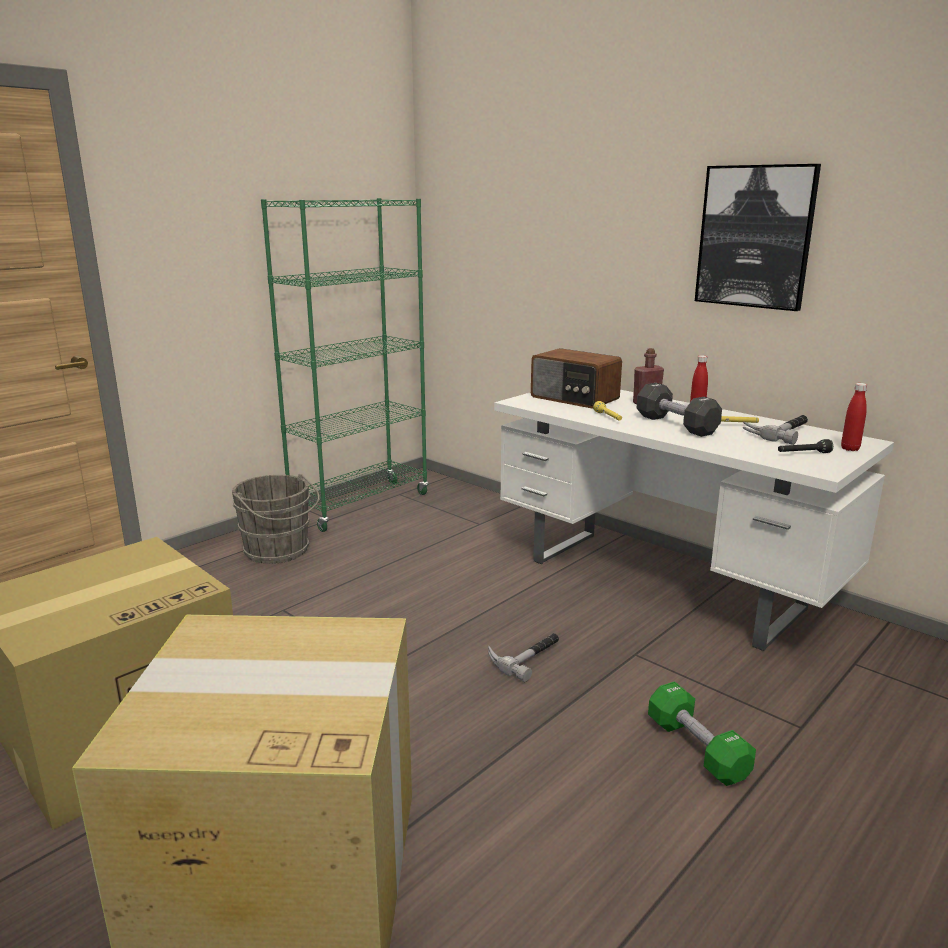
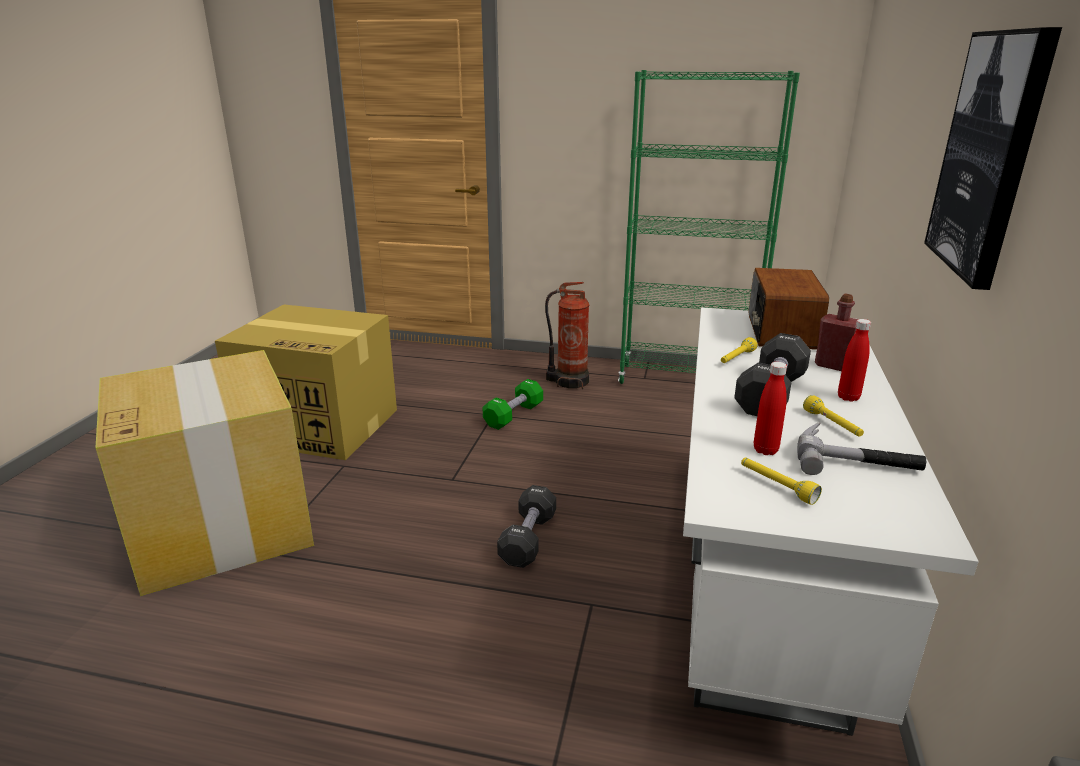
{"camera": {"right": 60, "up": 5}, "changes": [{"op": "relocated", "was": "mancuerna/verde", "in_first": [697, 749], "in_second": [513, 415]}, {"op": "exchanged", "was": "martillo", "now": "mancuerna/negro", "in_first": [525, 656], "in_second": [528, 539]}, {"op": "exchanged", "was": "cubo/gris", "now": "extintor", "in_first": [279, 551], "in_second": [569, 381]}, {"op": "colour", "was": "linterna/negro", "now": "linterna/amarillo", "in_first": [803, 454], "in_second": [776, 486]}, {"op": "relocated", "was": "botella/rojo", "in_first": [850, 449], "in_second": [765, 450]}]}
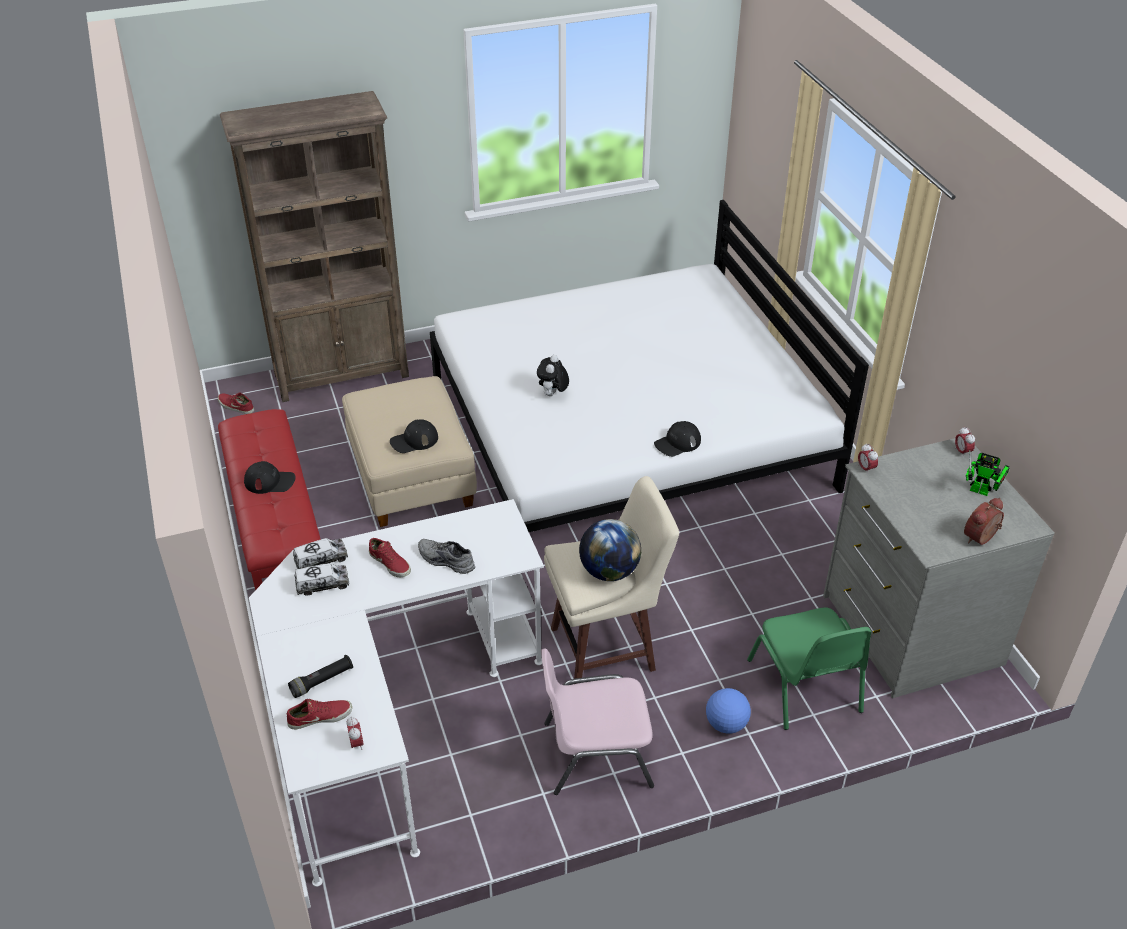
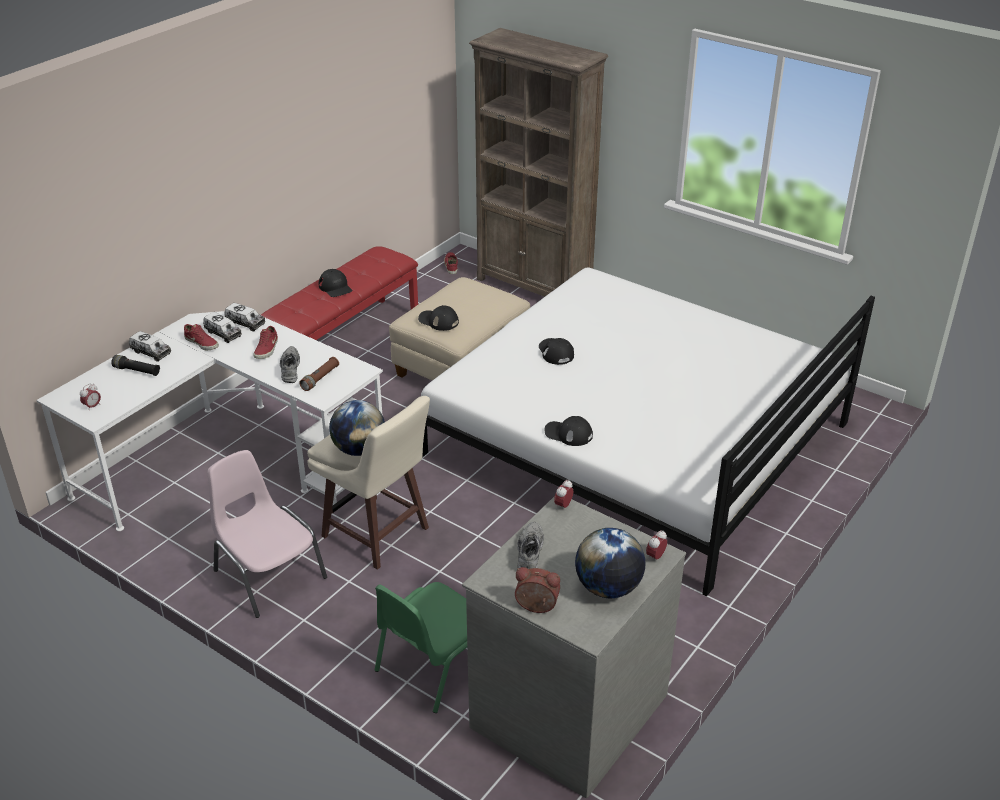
{"camera": {"right": 55, "up": -5}, "changes": [{"op": "appeared", "now": "camión de juguete", "in_second": [151, 352]}, {"op": "relocated", "was": "zapato/rojo", "in_first": [320, 716], "in_second": [202, 343]}, {"op": "appeared", "now": "linterna/marrón", "in_second": [320, 379]}, {"op": "appeared", "now": "zapato/gris", "in_second": [528, 553]}, {"op": "exchanged", "was": "peluche", "now": "gorra/negro", "in_first": [552, 395], "in_second": [555, 352]}, {"op": "exchanged", "was": "robot de juguete", "now": "globo terráqueo", "in_first": [982, 491], "in_second": [608, 588]}, {"op": "missing", "was": "balón de fútbol", "in_first": [726, 724]}]}
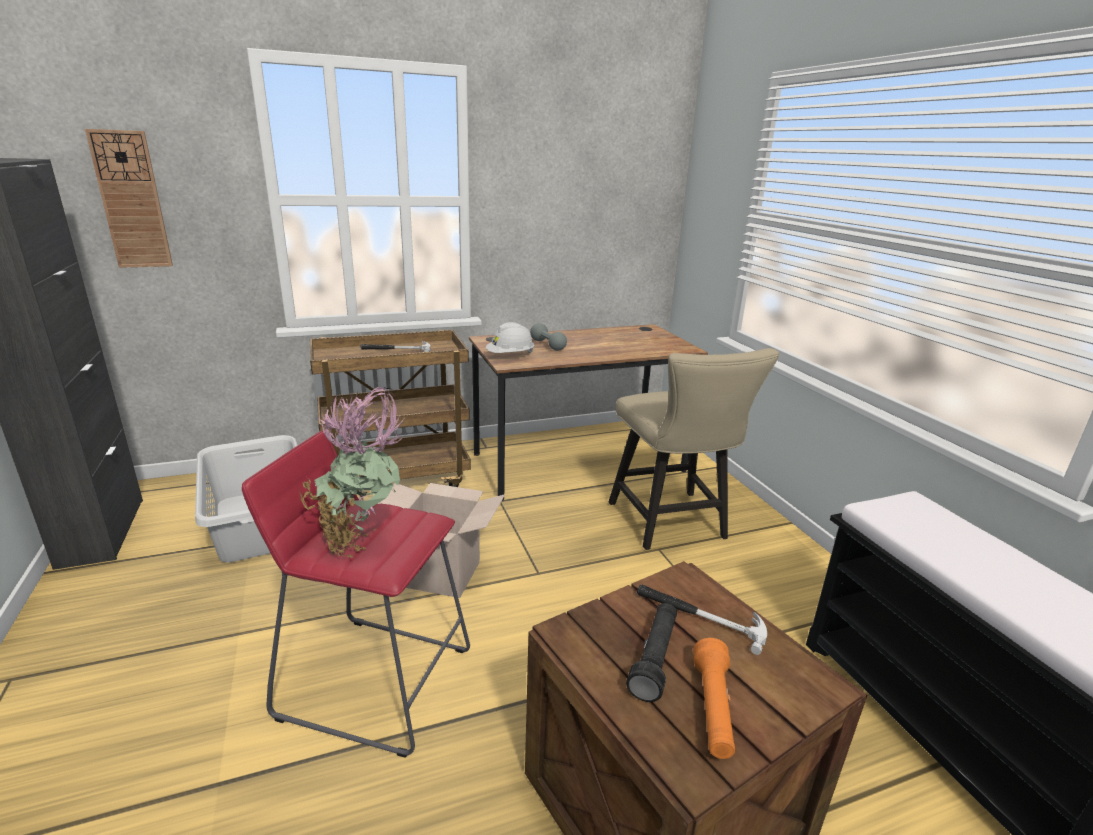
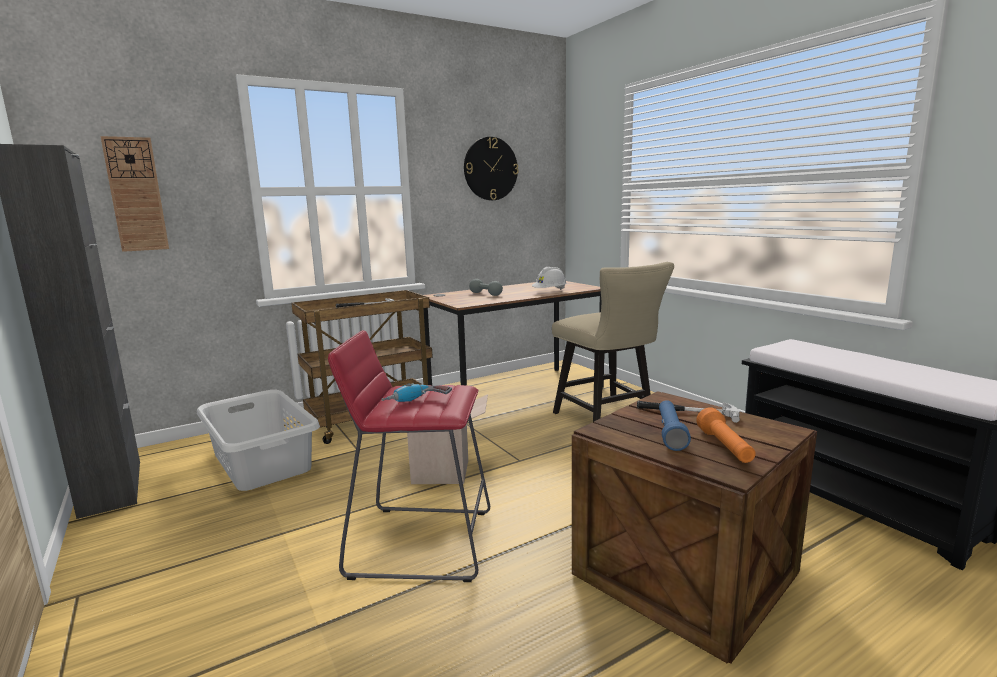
{"camera": {"right": -10, "up": -10}, "changes": [{"op": "exchanged", "was": "planta en maceta", "now": "taladro", "in_first": [362, 541], "in_second": [417, 402]}, {"op": "appeared", "now": "reloj de pared", "in_second": [490, 169]}, {"op": "relocated", "was": "casco/blanco", "in_first": [510, 356], "in_second": [550, 292]}, {"op": "colour", "was": "linterna/negro", "now": "linterna/azul", "in_first": [654, 659], "in_second": [670, 433]}]}
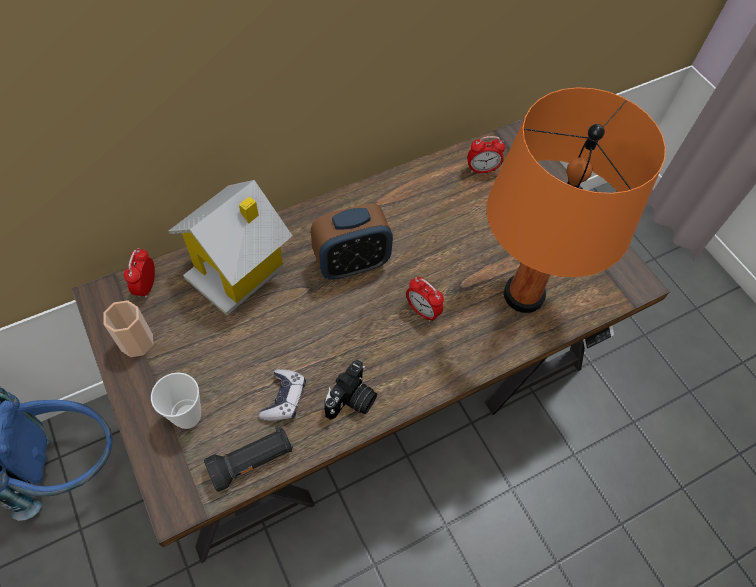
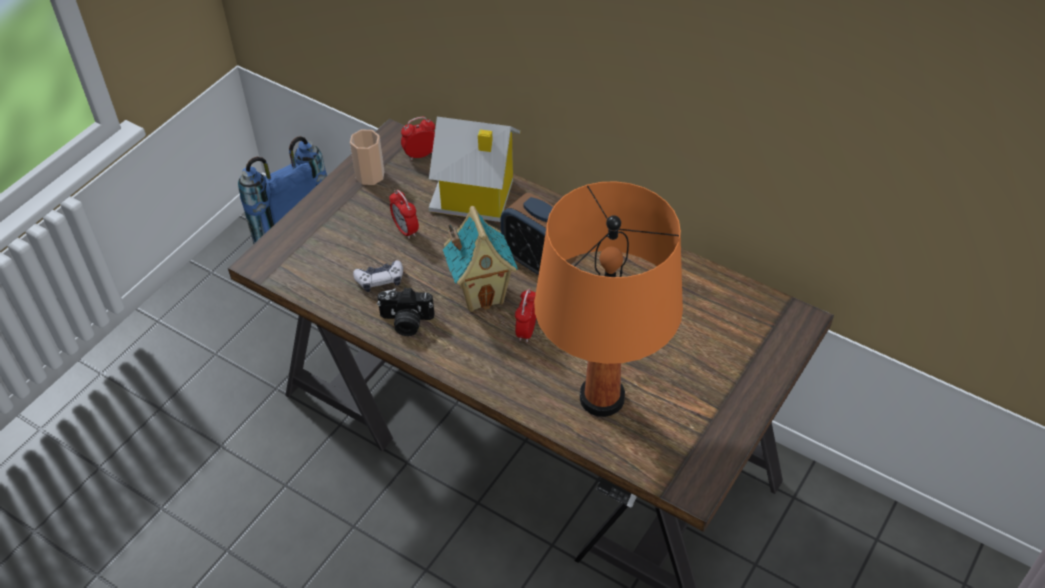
{"camera": {"right": 65, "up": -10}, "changes": [{"op": "relocated", "was": "despertador", "in_first": [482, 169], "in_second": [405, 230]}, {"op": "appeared", "now": "casita", "in_second": [482, 294]}, {"op": "missing", "was": "taza", "in_first": [187, 416]}, {"op": "missing", "was": "linterna/negro", "in_first": [252, 462]}]}
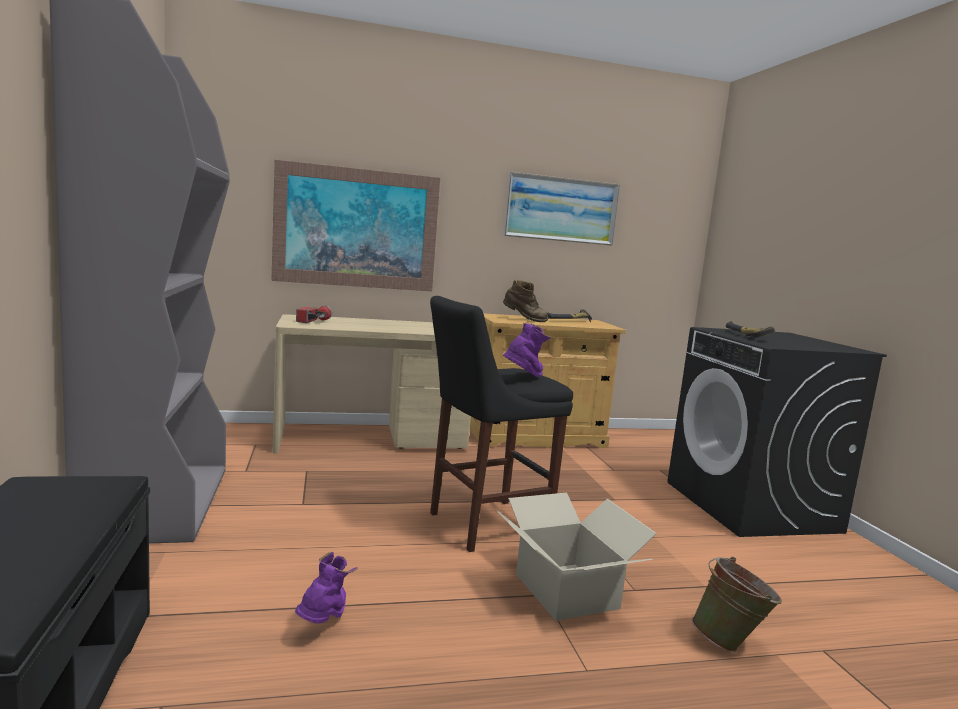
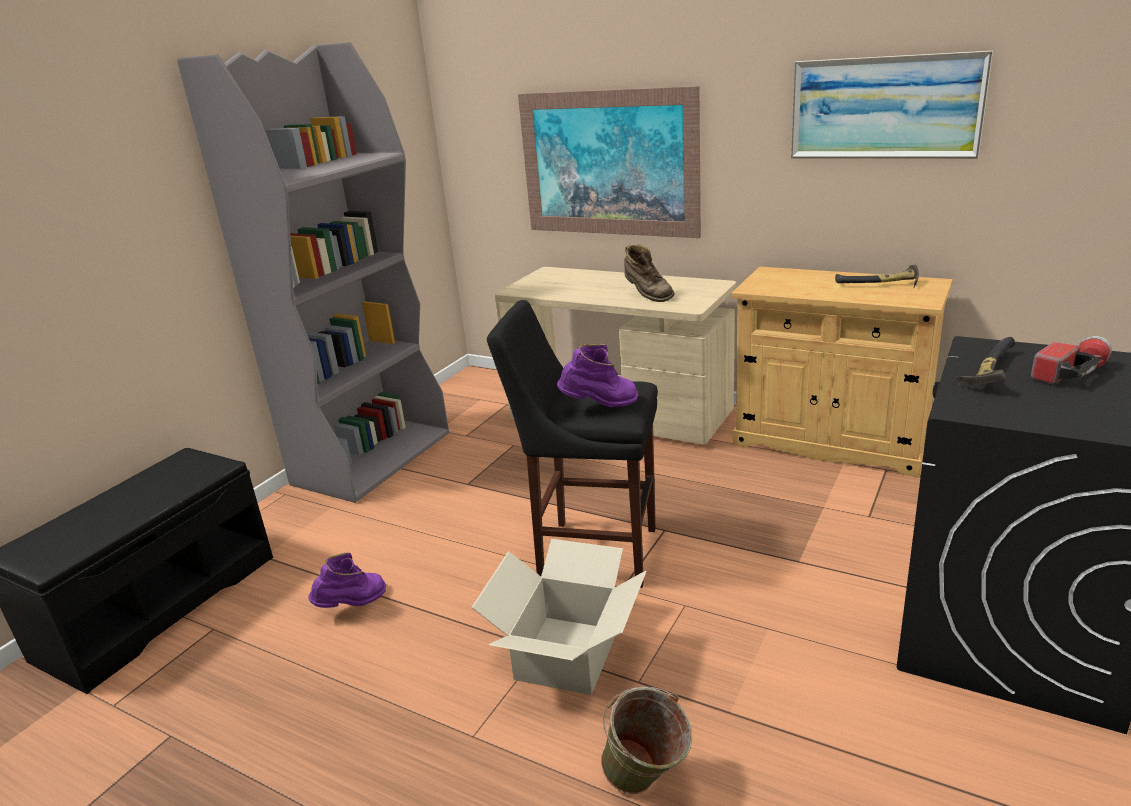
{"camera": {"right": 45, "up": 15}, "changes": [{"op": "relocated", "was": "bota/marrón", "in_first": [524, 320], "in_second": [647, 296]}, {"op": "relocated", "was": "linterna", "in_first": [314, 321], "in_second": [1070, 373]}]}
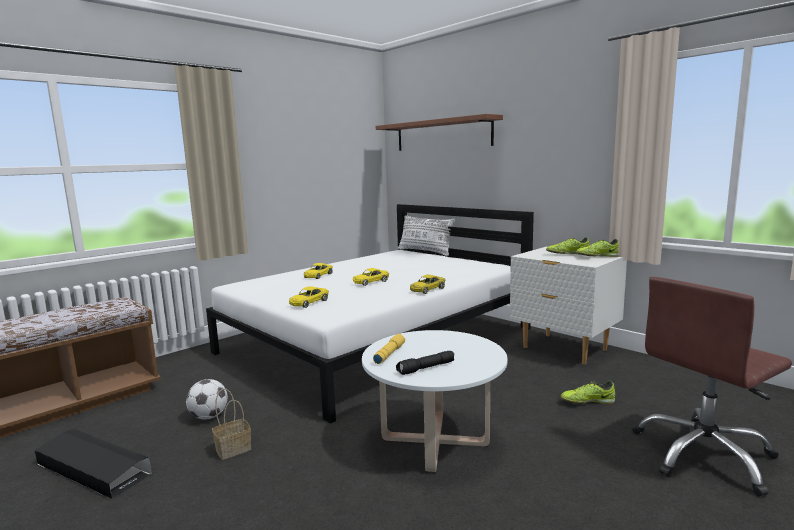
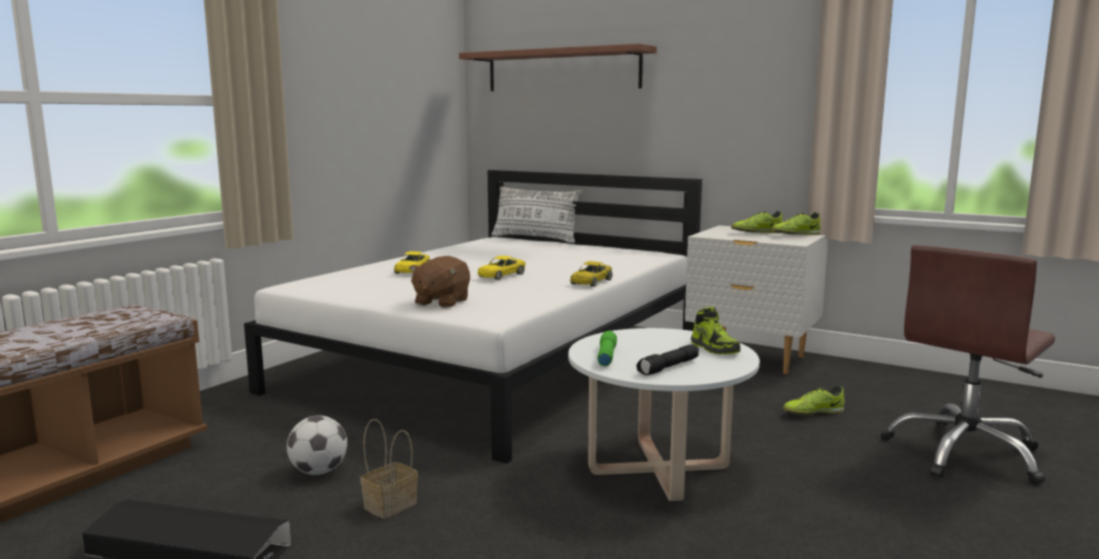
{"camera": {"right": -15, "up": 0}, "changes": [{"op": "exchanged", "was": "coche de juguete/amarillo", "now": "peluche/marrón", "in_first": [309, 302], "in_second": [441, 302]}, {"op": "colour", "was": "linterna/amarillo", "now": "linterna/verde", "in_first": [389, 354], "in_second": [606, 356]}, {"op": "appeared", "now": "zapato", "in_second": [714, 348]}]}
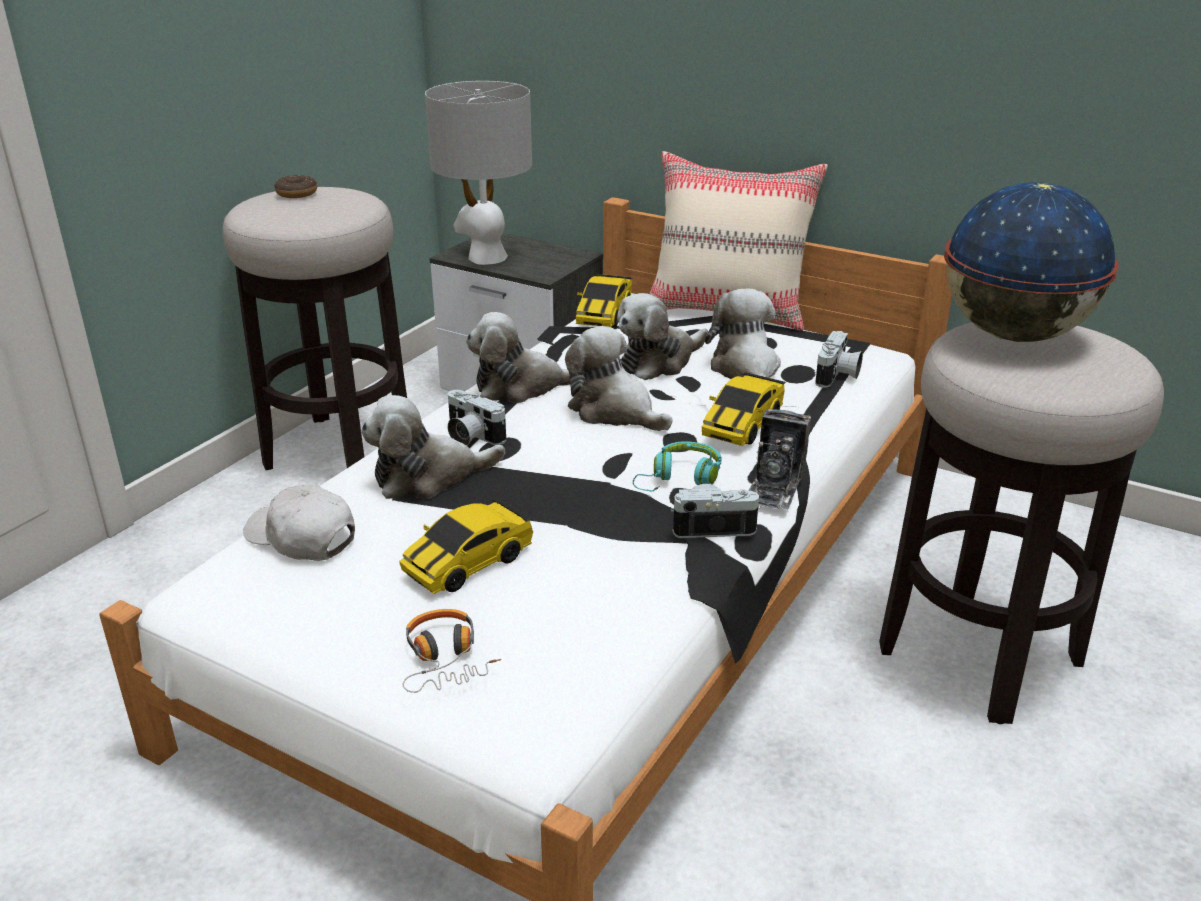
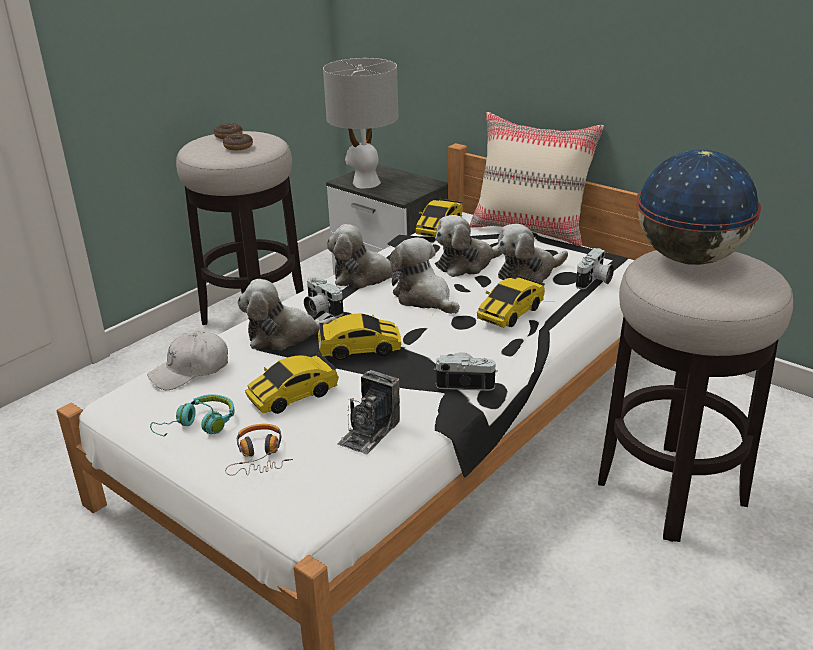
{"camera": {"right": 10, "up": 0}, "changes": [{"op": "spun", "was": "gorra/blanco", "in_first": [301, 538], "in_second": [190, 371], "clockwise": -75}, {"op": "relocated", "was": "auriculares/turquesa", "in_first": [680, 479], "in_second": [199, 426]}, {"op": "appeared", "now": "rosquilla", "in_second": [238, 146]}, {"op": "appeared", "now": "coche de juguete", "in_second": [360, 348]}, {"op": "relocated", "was": "cámara", "in_first": [774, 486], "in_second": [369, 432]}, {"op": "spun", "was": "peluche", "in_first": [746, 370], "in_second": [528, 274], "clockwise": -120}]}
